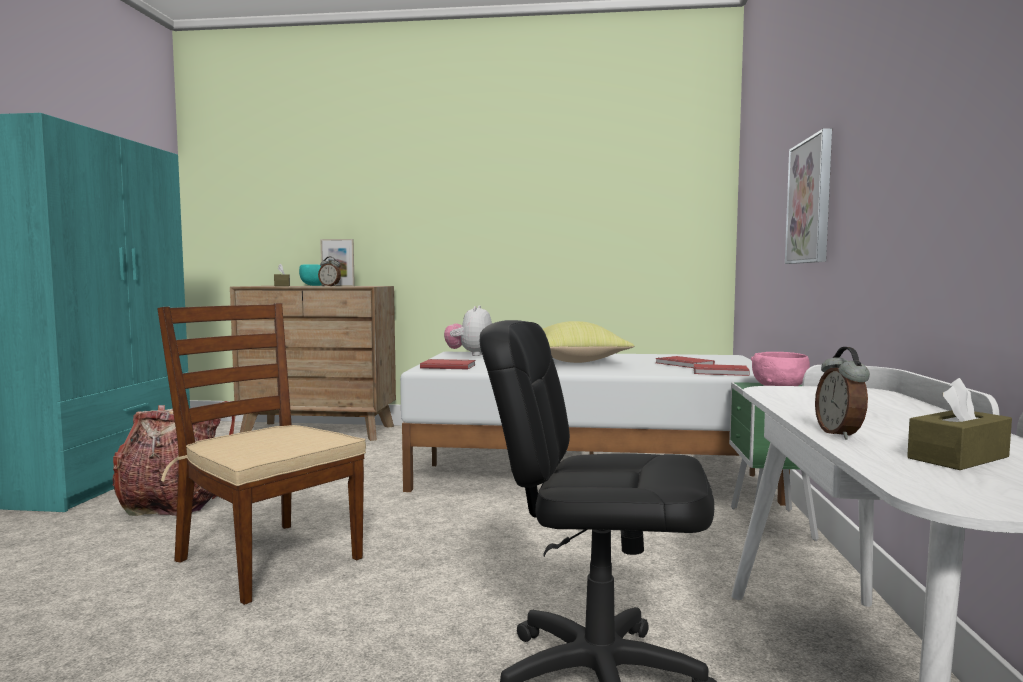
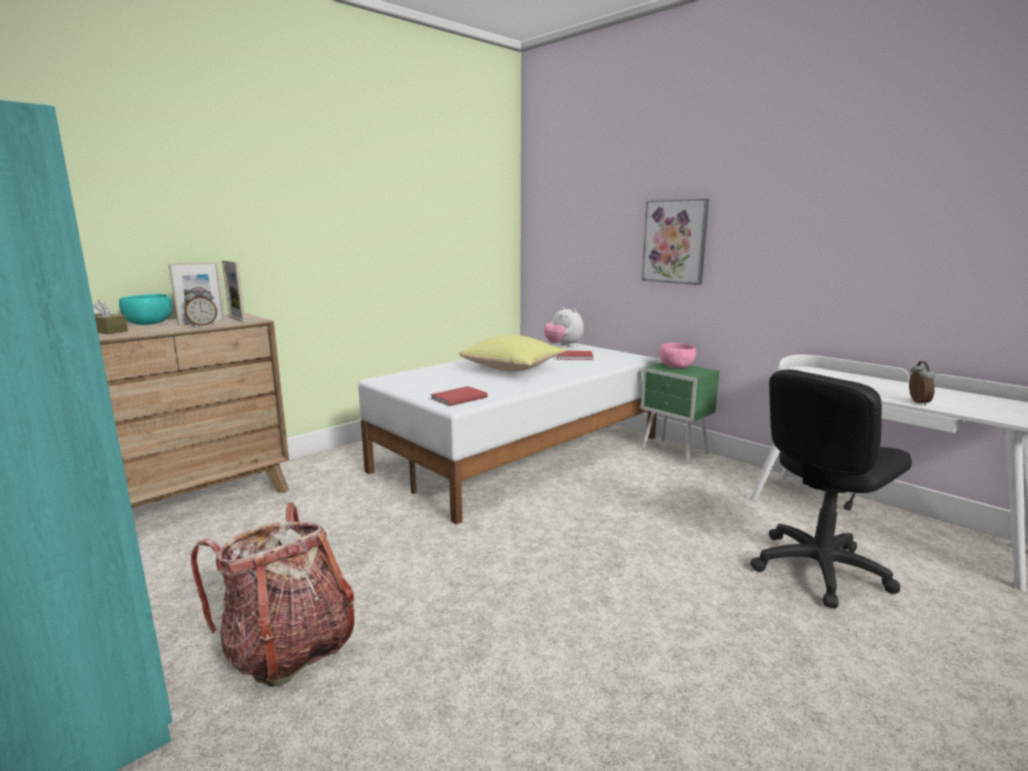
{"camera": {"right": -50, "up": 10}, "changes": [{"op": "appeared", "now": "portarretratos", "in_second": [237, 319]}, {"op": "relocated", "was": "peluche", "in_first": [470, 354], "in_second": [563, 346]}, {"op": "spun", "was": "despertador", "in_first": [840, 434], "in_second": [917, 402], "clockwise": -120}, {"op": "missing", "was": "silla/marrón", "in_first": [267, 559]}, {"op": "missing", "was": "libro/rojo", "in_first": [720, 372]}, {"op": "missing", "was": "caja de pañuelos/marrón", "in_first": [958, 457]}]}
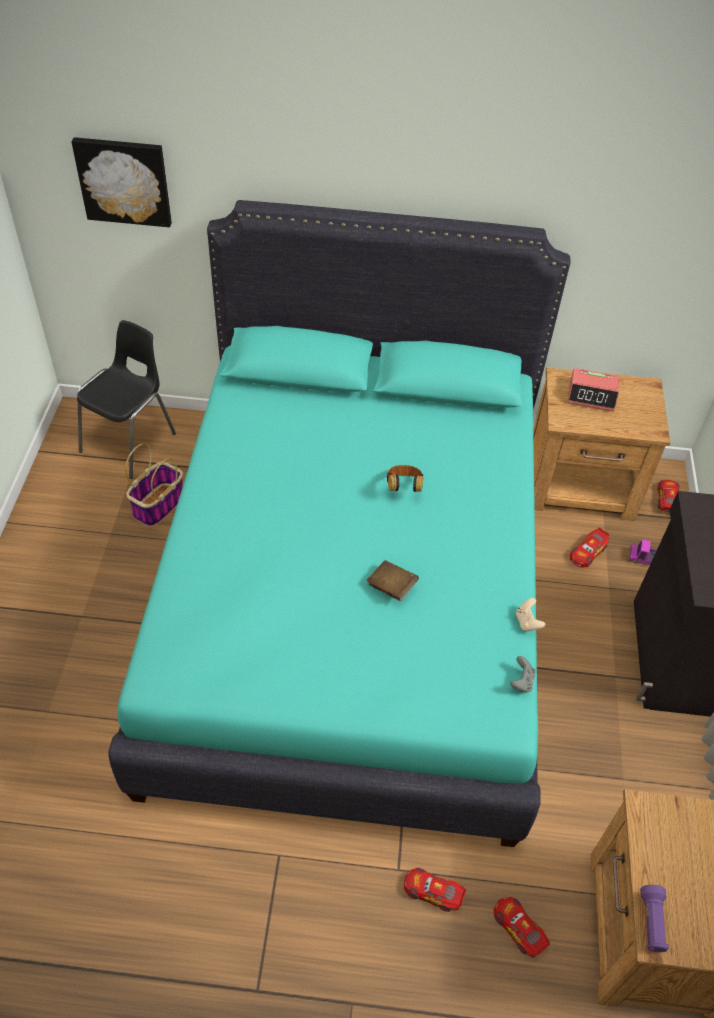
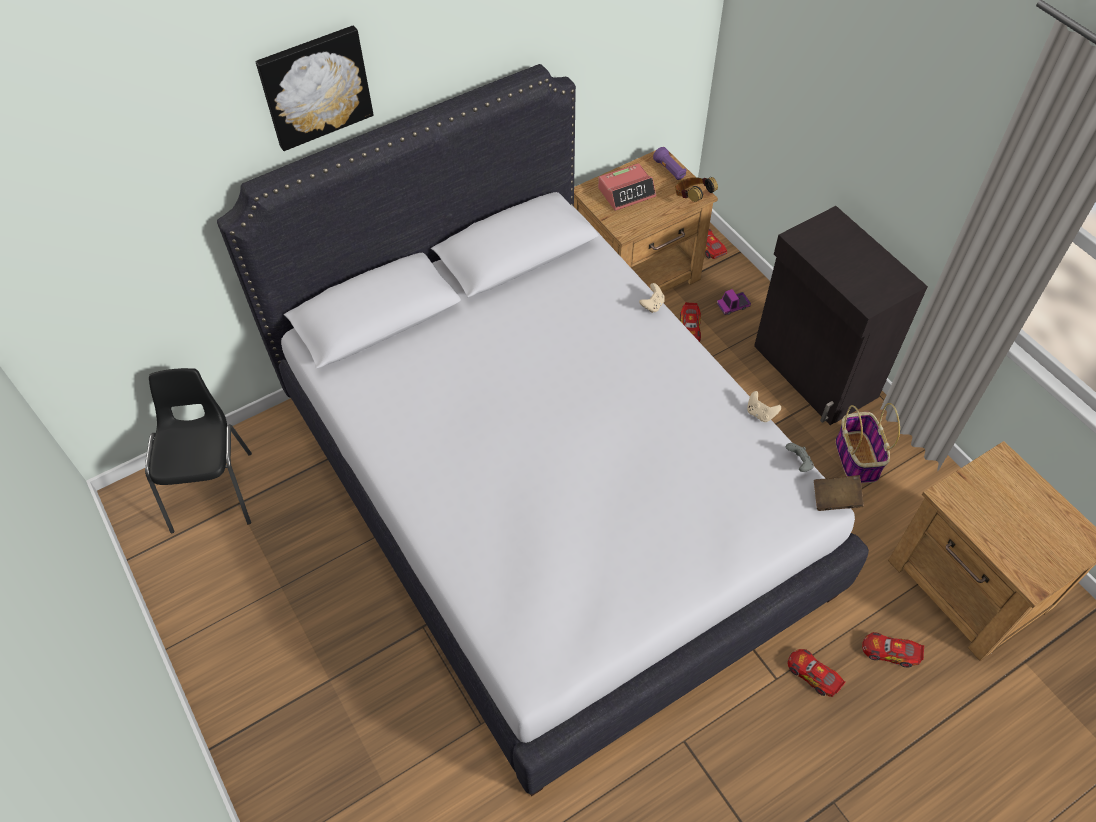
{"camera": {"right": -35, "up": 5}, "changes": [{"op": "colour", "was": "cama/turquesa", "now": "cama/blanco", "in_first": [350, 599], "in_second": [547, 495]}, {"op": "relocated", "was": "cuadro", "in_first": [124, 181], "in_second": [315, 86]}, {"op": "appeared", "now": "mando de consola/beis", "in_second": [652, 305]}, {"op": "relocated", "was": "linterna/morado", "in_first": [651, 923], "in_second": [669, 170]}, {"op": "relocated", "was": "auriculares", "in_first": [403, 488], "in_second": [692, 198]}, {"op": "spun", "was": "coche de juguete", "in_first": [432, 891], "in_second": [813, 674], "clockwise": 60}, {"op": "relocated", "was": "libro/marrón", "in_first": [391, 587], "in_second": [835, 499]}, {"op": "relocated", "was": "cesta", "in_first": [159, 504], "in_second": [856, 457]}]}
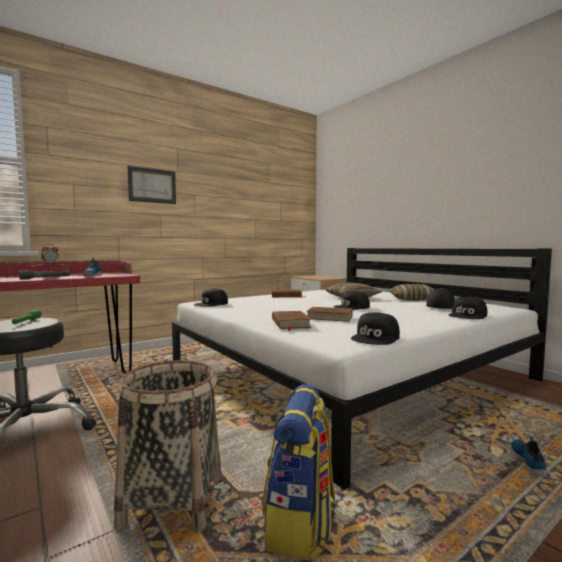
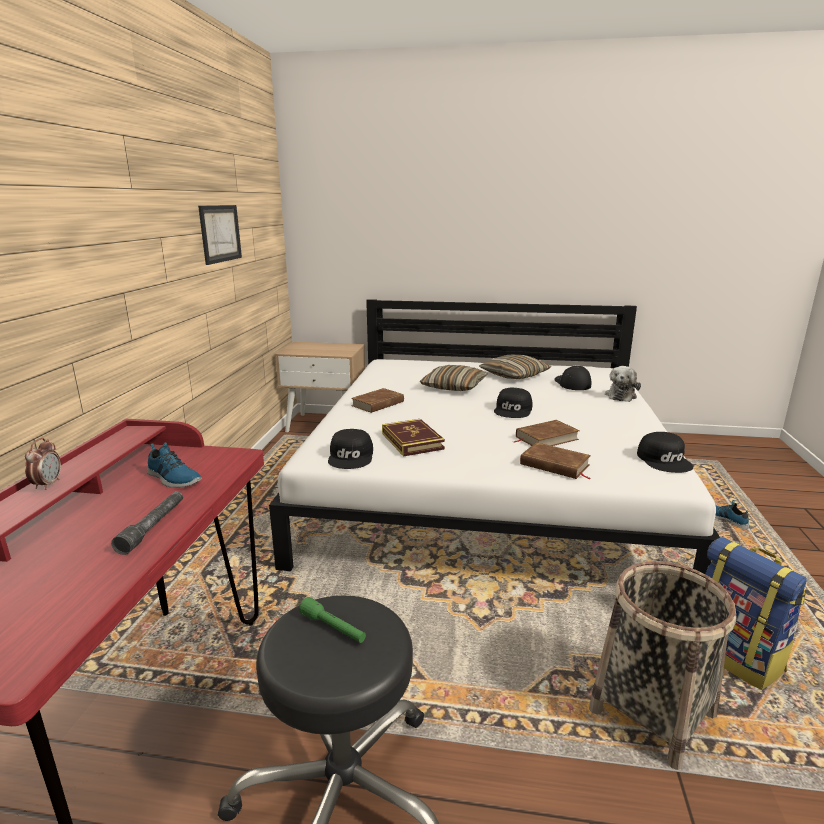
{"camera": {"right": -45, "up": 15}, "changes": [{"op": "relocated", "was": "cuadro", "in_first": [152, 186], "in_second": [220, 233]}, {"op": "appeared", "now": "libro", "in_second": [412, 441]}, {"op": "exchanged", "was": "gorra/negro", "now": "peluche", "in_first": [468, 315], "in_second": [621, 395]}]}
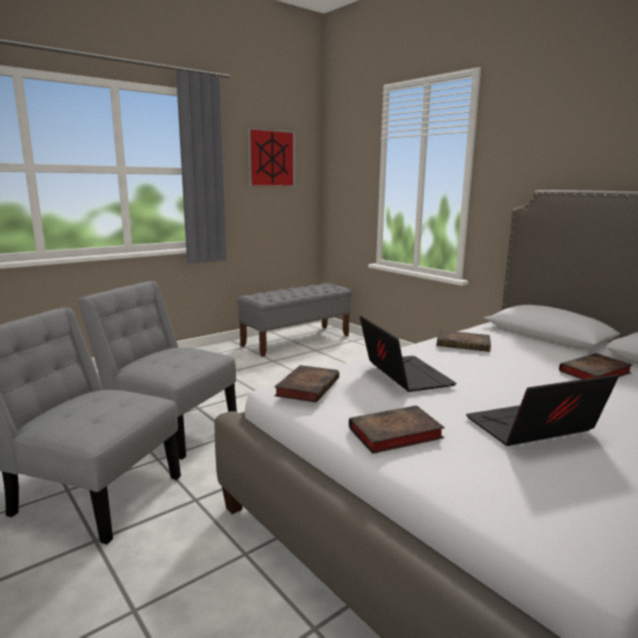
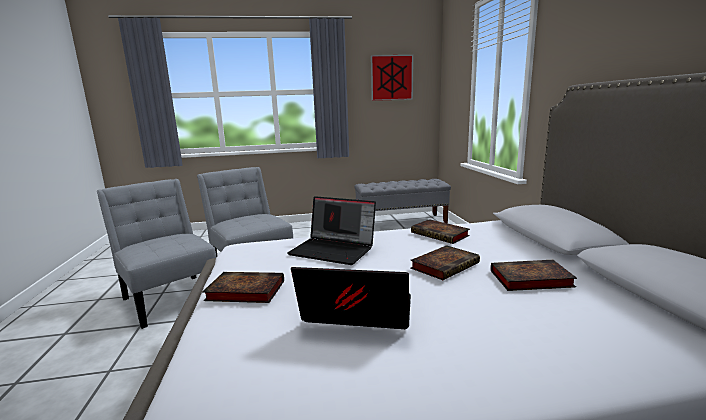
{"camera": {"right": 30, "up": 0}, "changes": [{"op": "spun", "was": "portátil", "in_first": [402, 374], "in_second": [334, 250], "clockwise": 105}, {"op": "relocated", "was": "libro", "in_first": [307, 387], "in_second": [445, 265]}]}
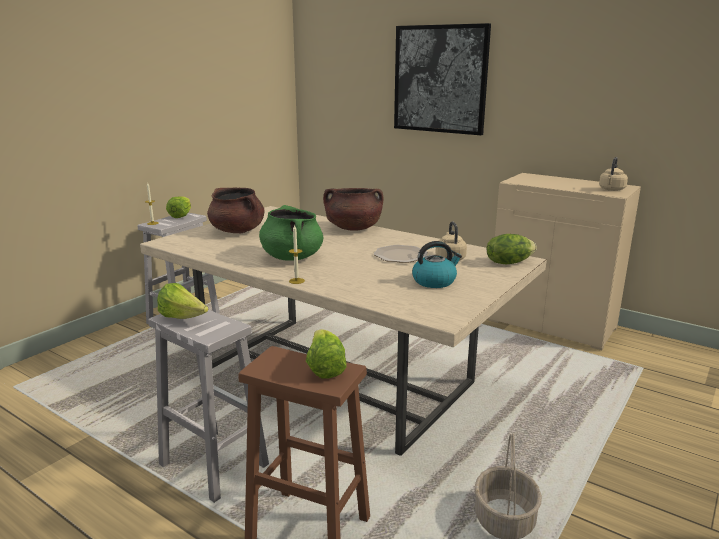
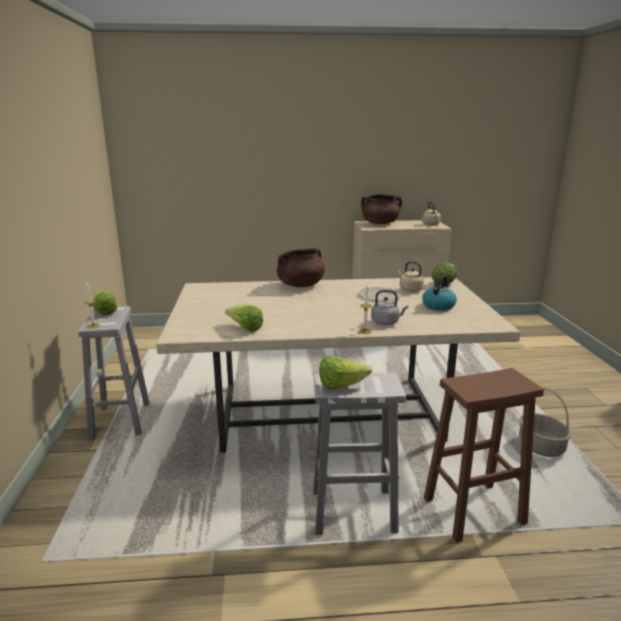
{"camera": {"right": -40, "up": 0}, "changes": [{"op": "relocated", "was": "lechuga", "in_first": [325, 368], "in_second": [245, 328]}, {"op": "relocated", "was": "olla/marrón", "in_first": [238, 231], "in_second": [380, 223]}, {"op": "appeared", "now": "hervidor/gris", "in_second": [386, 322]}, {"op": "missing", "was": "olla/verde", "in_first": [292, 257]}, {"op": "missing", "was": "cuadro", "in_first": [440, 79]}]}
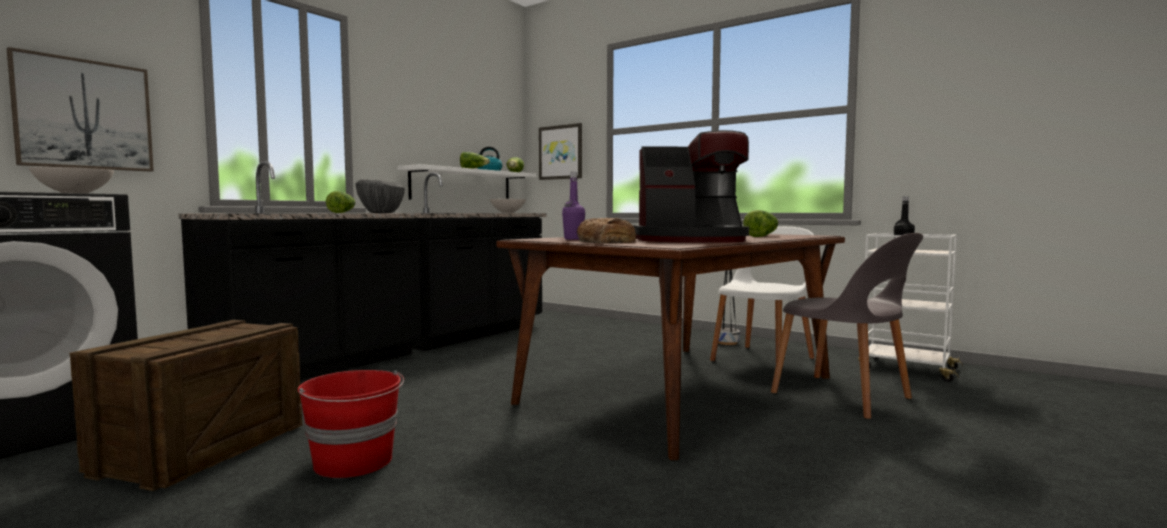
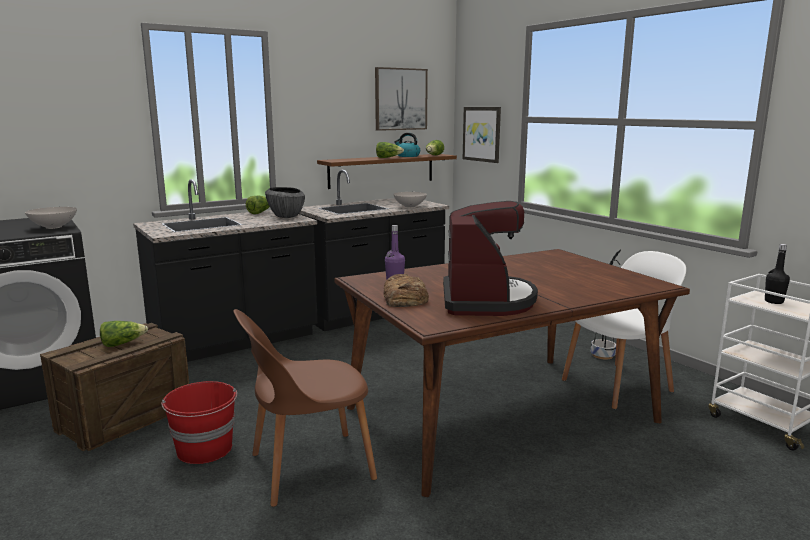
{"camera": {"right": 20, "up": 10}, "changes": [{"op": "relocated", "was": "lechuga", "in_first": [761, 236], "in_second": [122, 343]}, {"op": "appeared", "now": "silla/marrón", "in_second": [308, 467]}, {"op": "colour", "was": "estante/blanco", "now": "estante/marrón", "in_first": [462, 185], "in_second": [382, 170]}, {"op": "relocated", "was": "cuadro", "in_first": [84, 114], "in_second": [400, 99]}, {"op": "spun", "was": "cafetera", "in_first": [691, 240], "in_second": [486, 300], "clockwise": -105}, {"op": "missing", "was": "silla/gris", "in_first": [844, 397]}]}
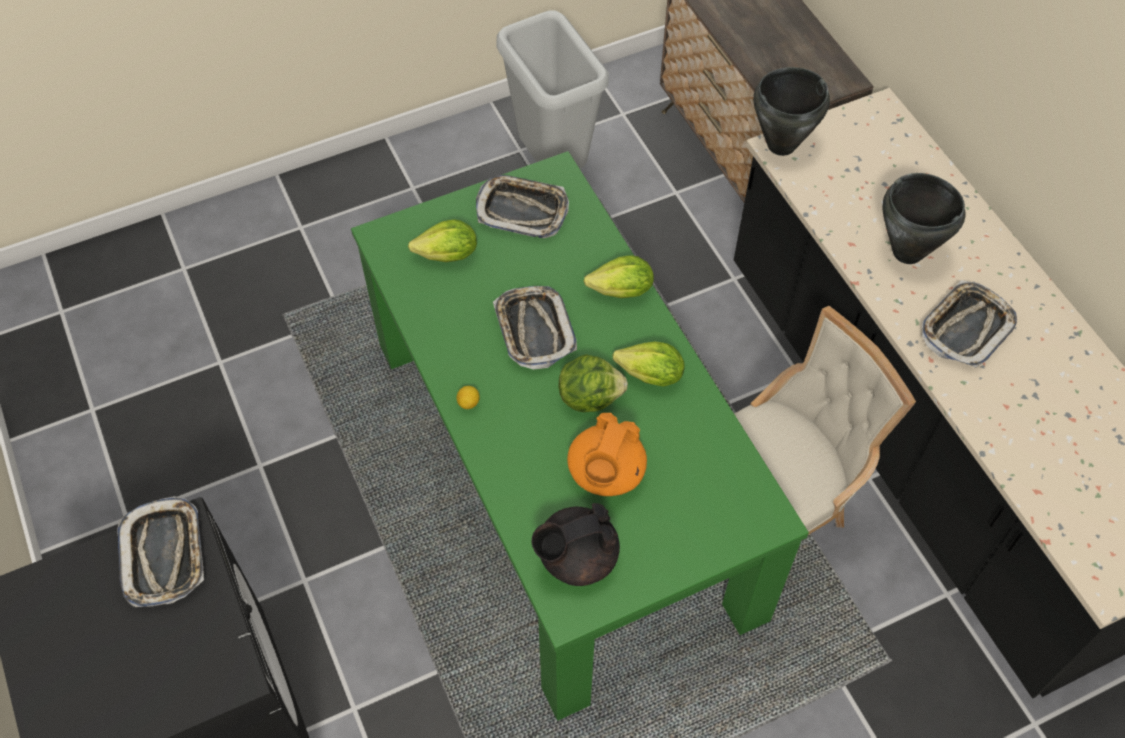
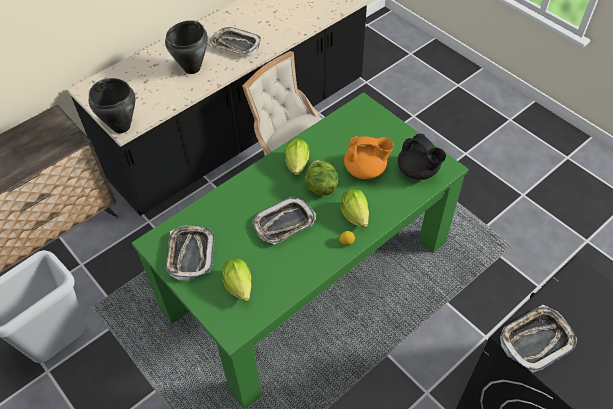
{"camera": {"right": -105, "up": -5}, "changes": [{"op": "relocated", "was": "lechuga", "in_first": [622, 291], "in_second": [355, 215]}]}
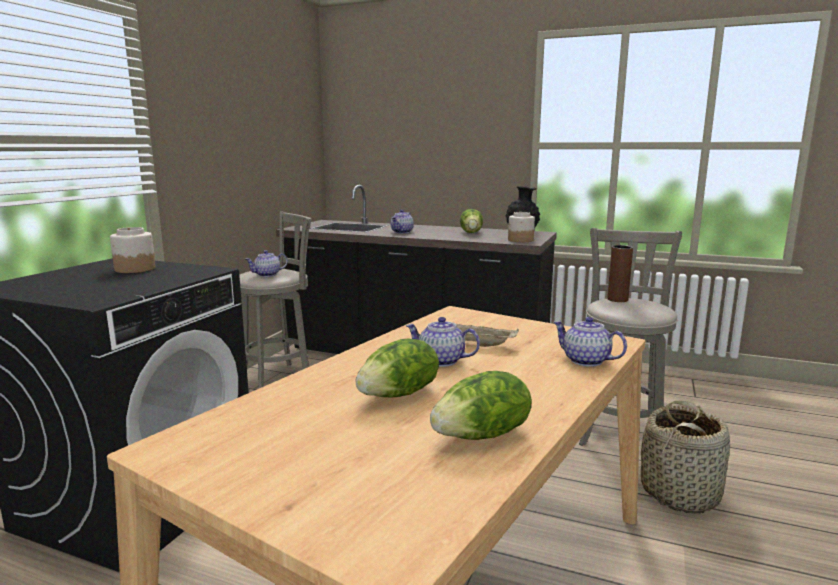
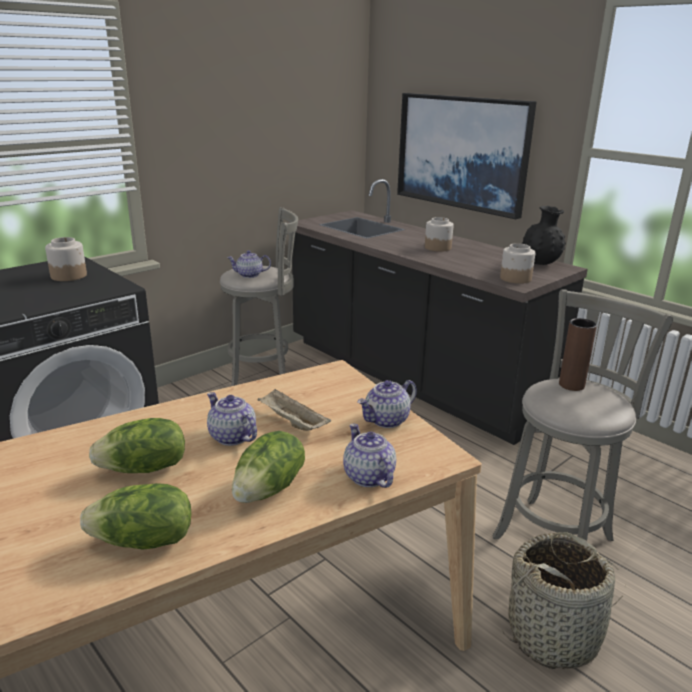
{"camera": {"right": 25, "up": 10}, "changes": [{"op": "relocated", "was": "lechuga", "in_first": [471, 232], "in_second": [270, 489]}, {"op": "relocated", "was": "tetera", "in_first": [402, 232], "in_second": [386, 420]}, {"op": "appeared", "now": "cuadro", "in_second": [462, 152]}, {"op": "appeared", "now": "tarro", "in_second": [438, 247]}]}
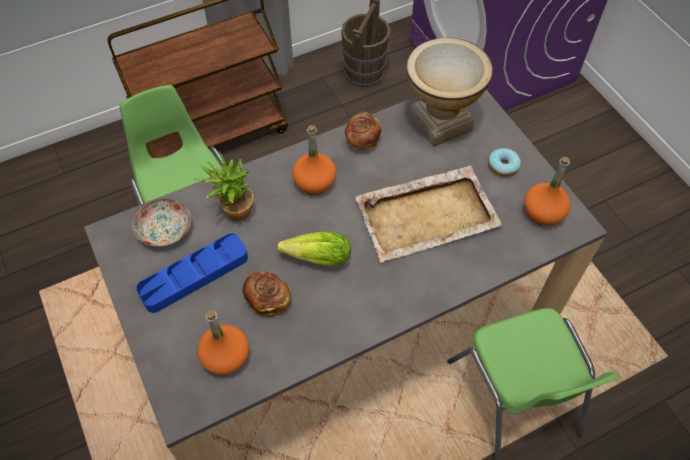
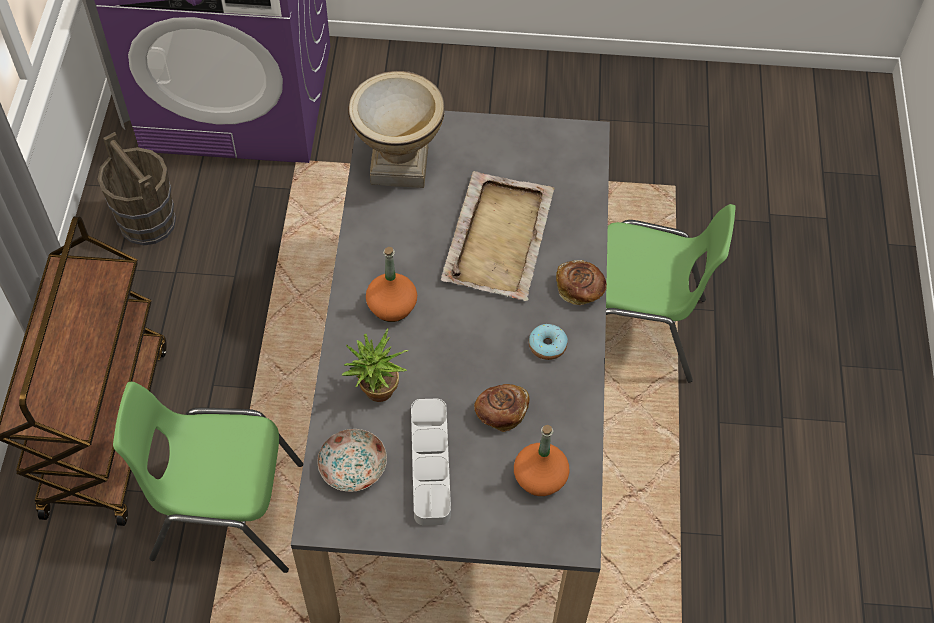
{"camera": {"right": -60, "up": 0}, "changes": [{"op": "colour", "was": "bandeja/azul", "now": "bandeja/gris", "in_first": [194, 275], "in_second": [430, 464]}, {"op": "relocated", "was": "rosquilla", "in_first": [503, 166], "in_second": [547, 346]}, {"op": "relocated", "was": "pan", "in_first": [362, 139], "in_second": [580, 290]}, {"op": "missing", "was": "lechuga", "in_first": [314, 257]}, {"op": "missing", "was": "botella/naranja", "in_first": [543, 212]}]}
